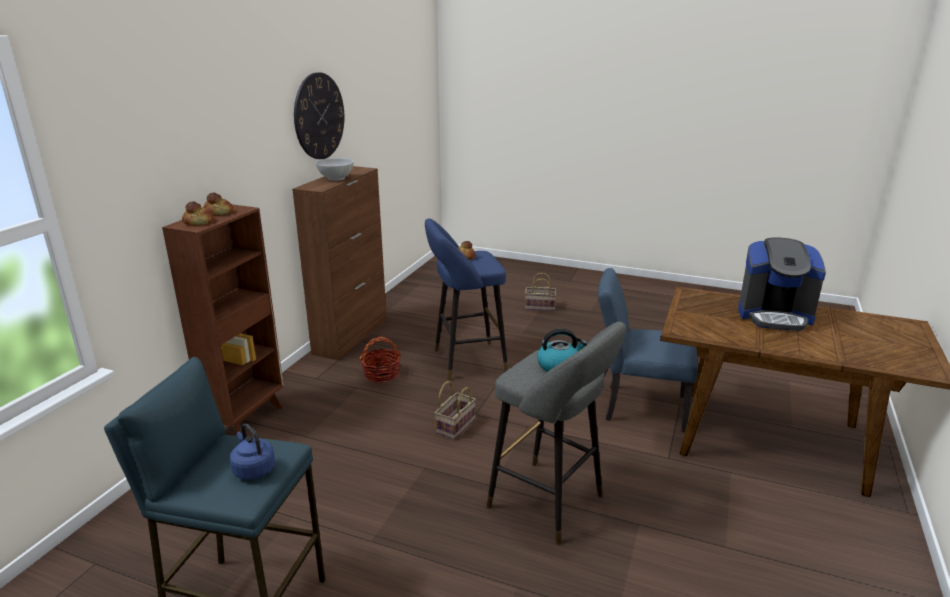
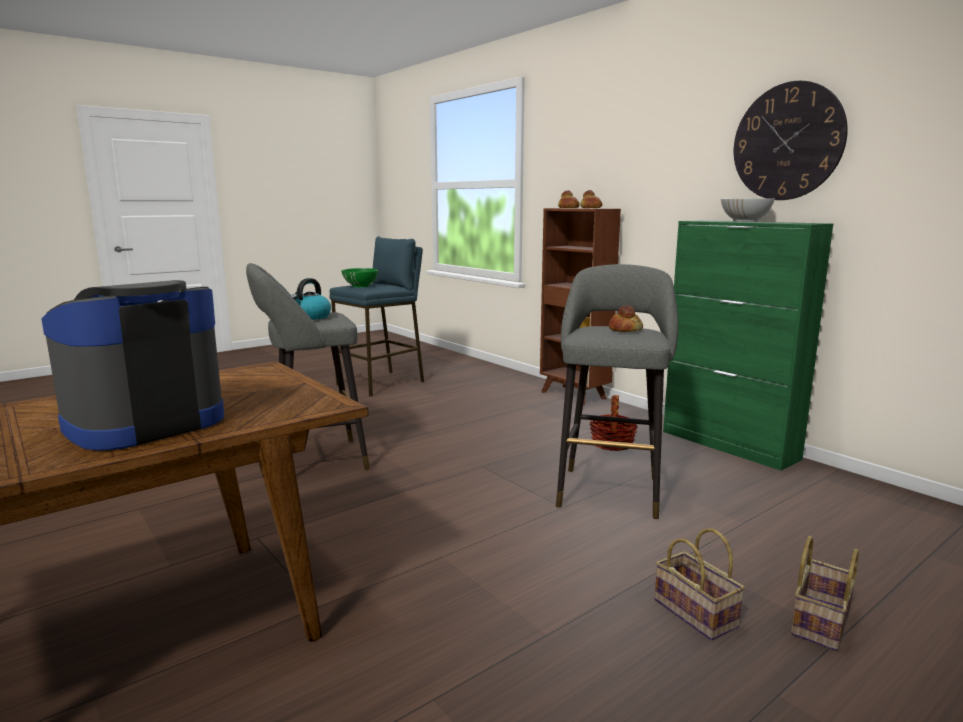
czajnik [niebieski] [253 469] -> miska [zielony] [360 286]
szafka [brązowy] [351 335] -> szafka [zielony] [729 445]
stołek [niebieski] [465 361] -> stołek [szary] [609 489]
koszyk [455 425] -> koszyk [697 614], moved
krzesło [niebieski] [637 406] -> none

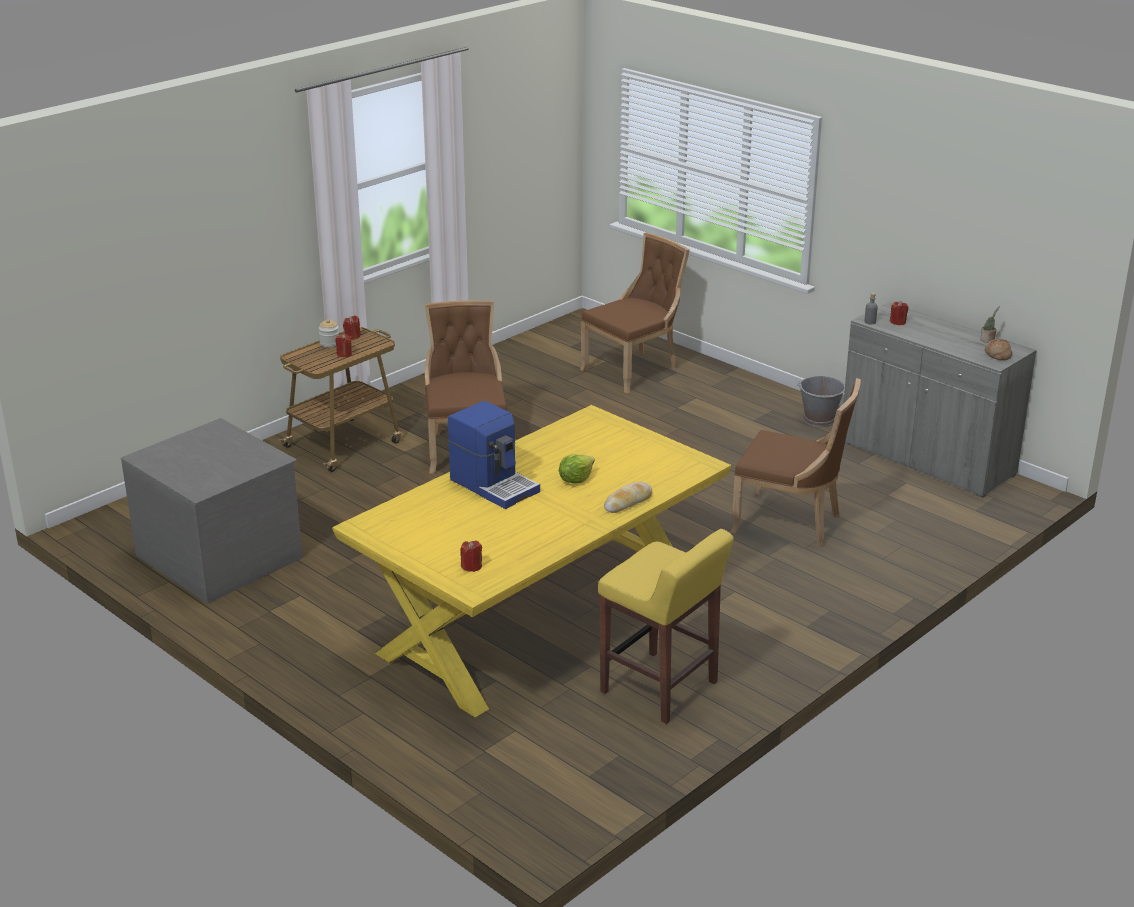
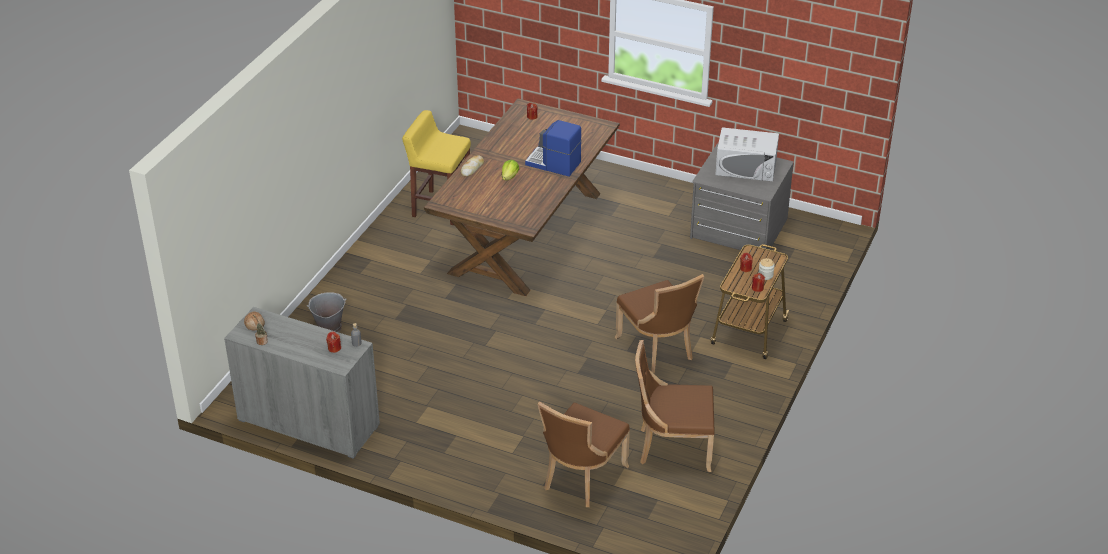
stół jadalny [żółty] [540 616] -> stół jadalny [brązowy] [526 233]
krzesło [brązowy] [791 523] -> krzesło [brązowy] [672 447], moved
wiadro [szary] [819 420] -> wiadro [szary] [329 327], moved
none -> mikrofalówka [biały] [746 167]

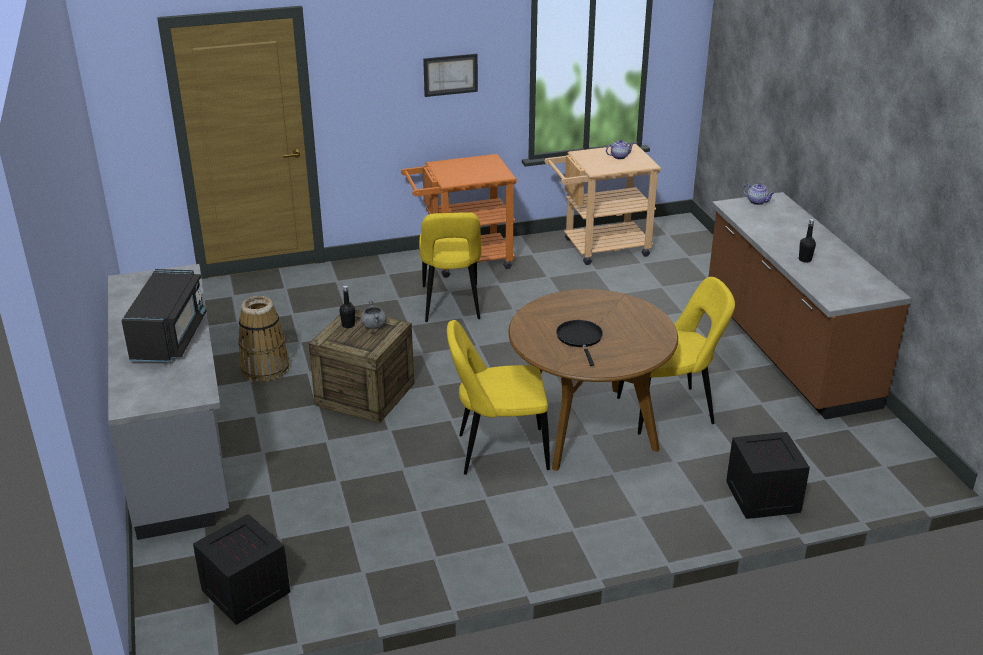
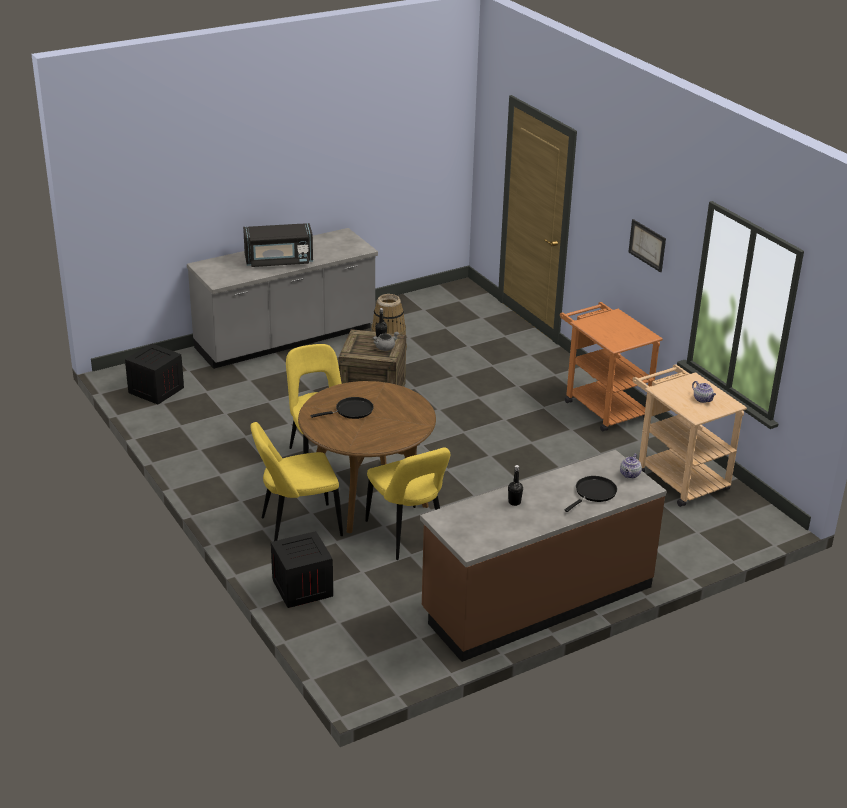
krzesło [żółty] [451 305] -> krzesło [żółty] [297 527], moved
none -> patelnia [czarny] [593 493]

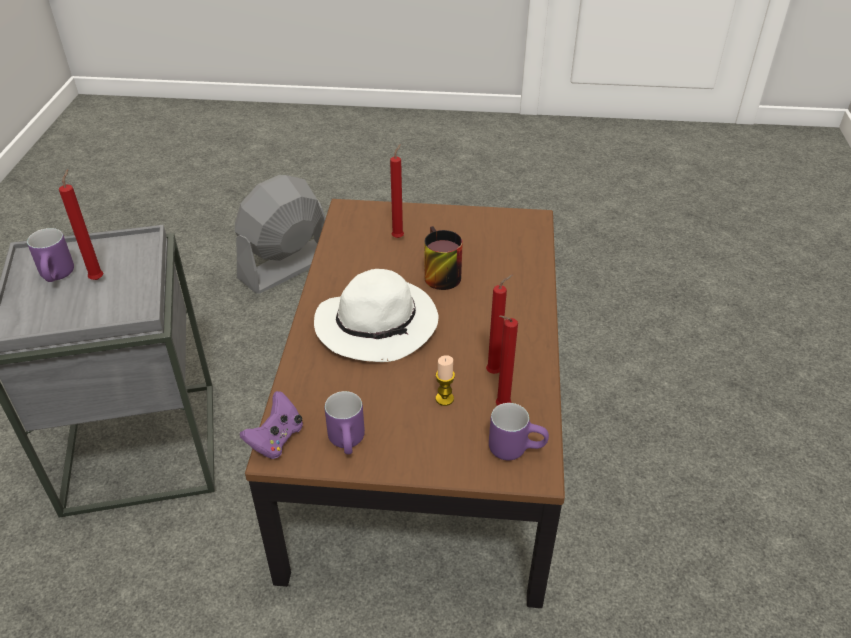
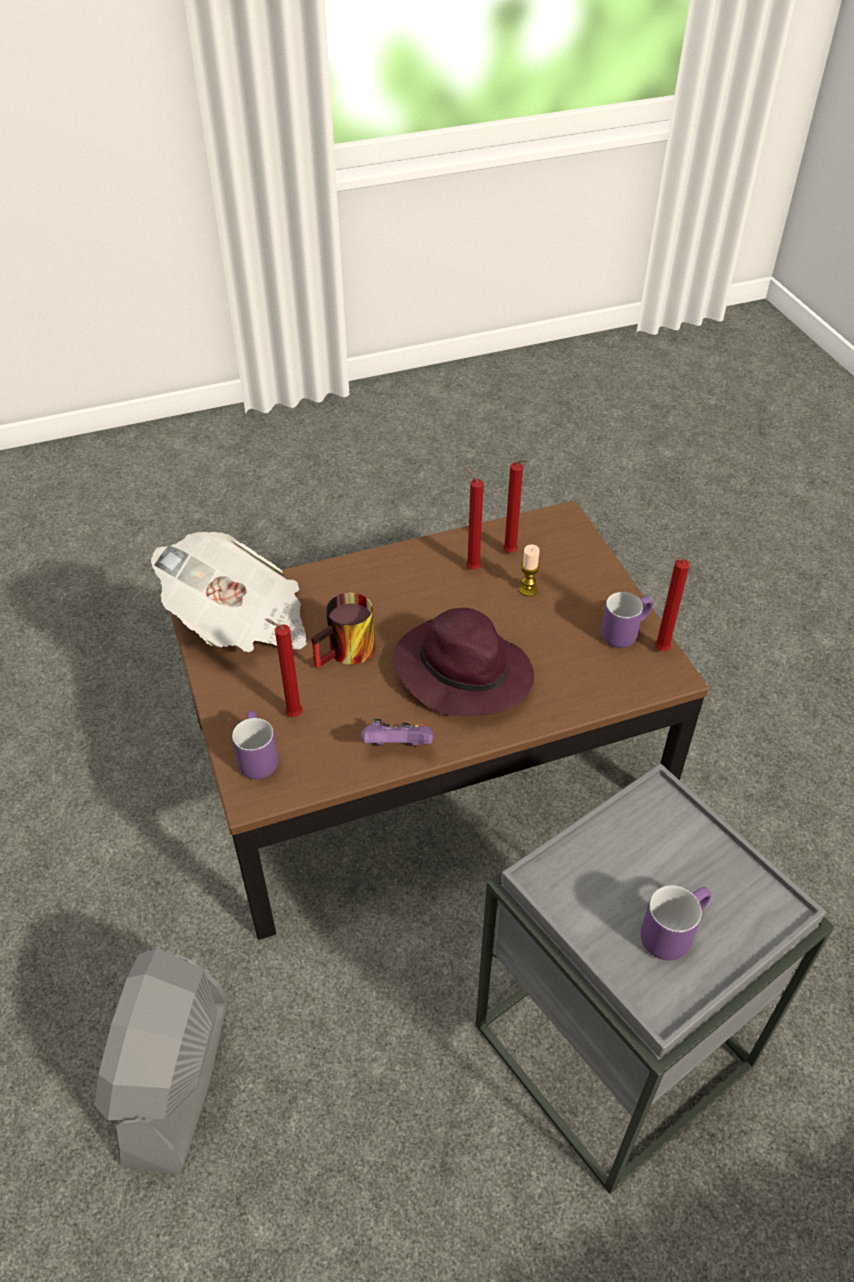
świeca [czerwony] [98 278] -> świeca [czerwony] [659 650], moved
wentylator [szary] [287 266] -> wentylator [szary] [176 1079], 75 degrees clockwise
pad do gier [fioletowy] [276 439] -> pad do gier [fioletowy] [398 747], moved
kapelusz [biały] [379 324] -> kapelusz [fioletowy] [461 671]
kubek [fioletowy] [516 447] -> kubek [fioletowy] [255 758], moved
none -> gazeta [240 623]

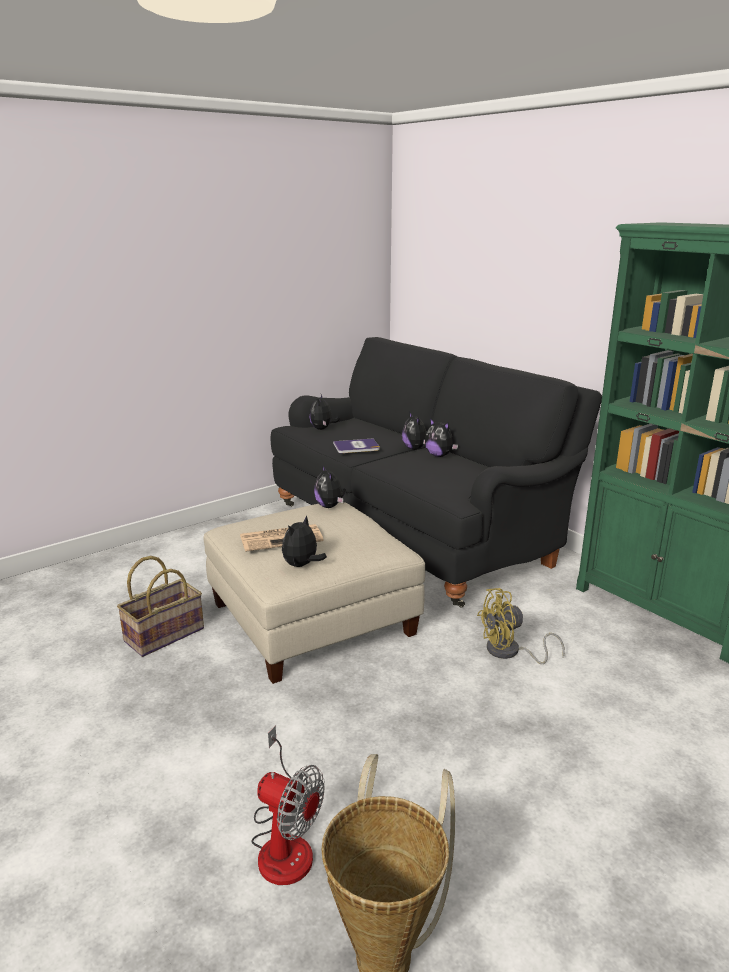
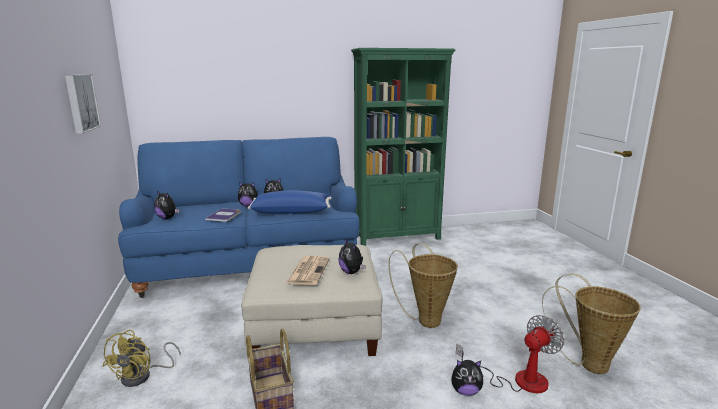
kanapa [czarny] [416 531] -> kanapa [niebieski] [250 265]
pluszak [330 506] -> pluszak [465 391], moved
wentylator [żółty] [510 652] -> wentylator [żółty] [143 376], moved
none -> obraz [80 102]
none -> poduszka [niebieski] [291 211]
none -> koszyk [425 319]

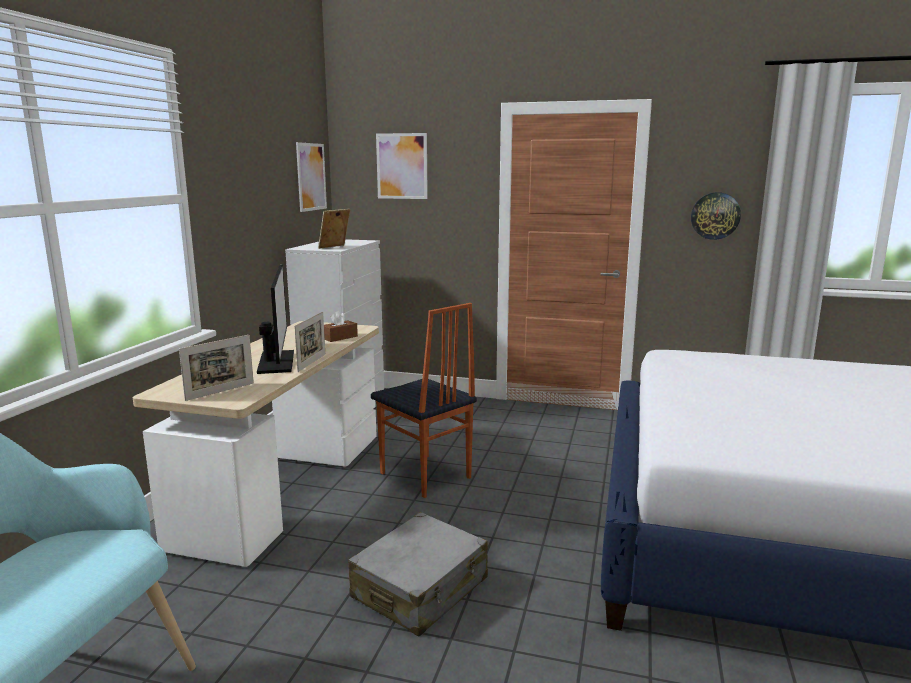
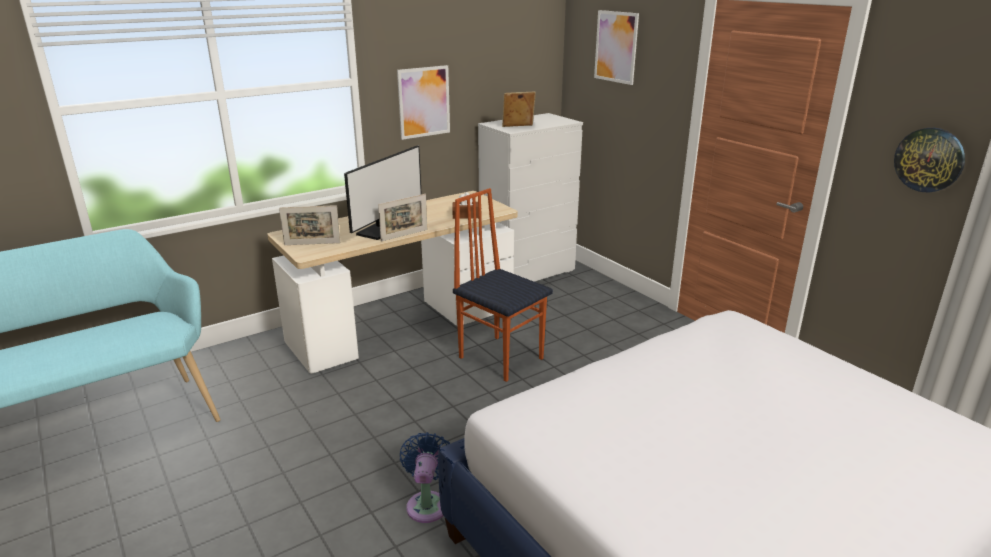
obraz [311 177] -> obraz [424 102], moved
walizka [szary] [420 588] -> none
krzesło [424 476] -> krzesło [501 357], 135 degrees clockwise
none -> wentylator [niebieski] [428 503]

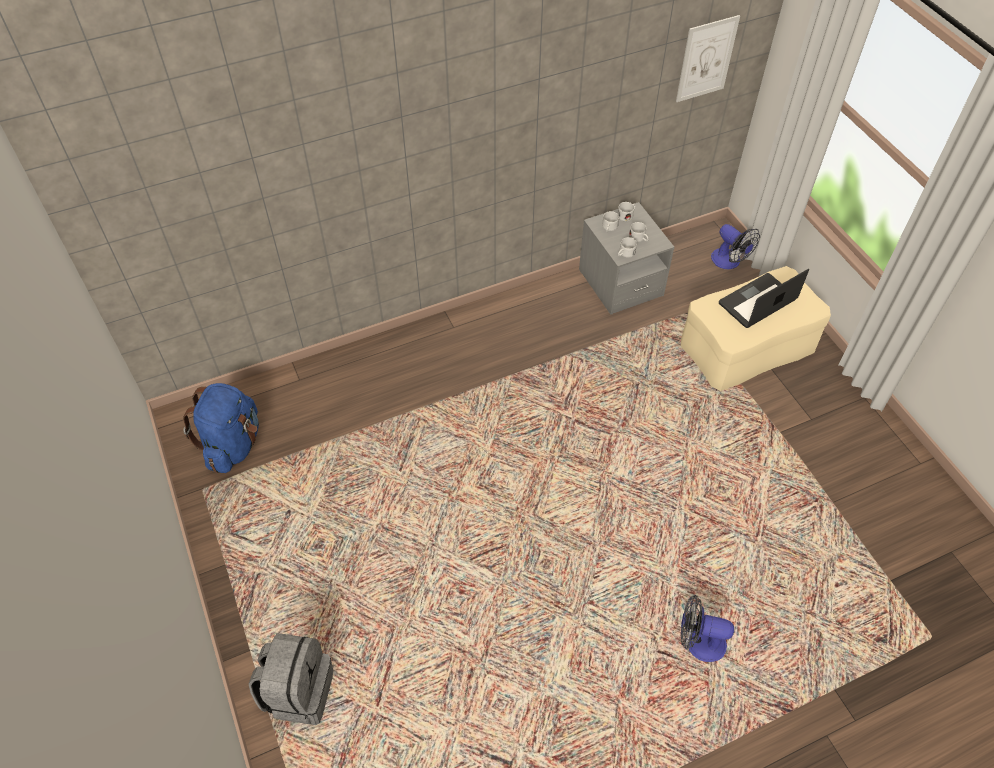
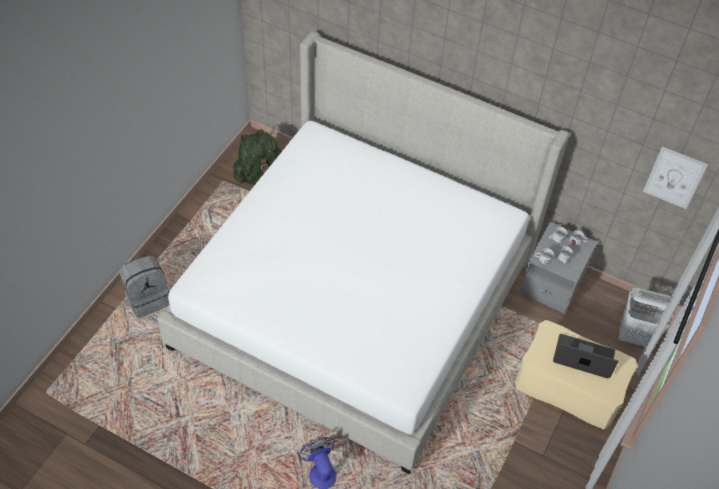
plecak [niebieski] [233 444] -> plecak [zielony] [260 174]
wentylator [729 262] -> kosz na pranie [biały] [636 337]
none -> łóżko [356 298]

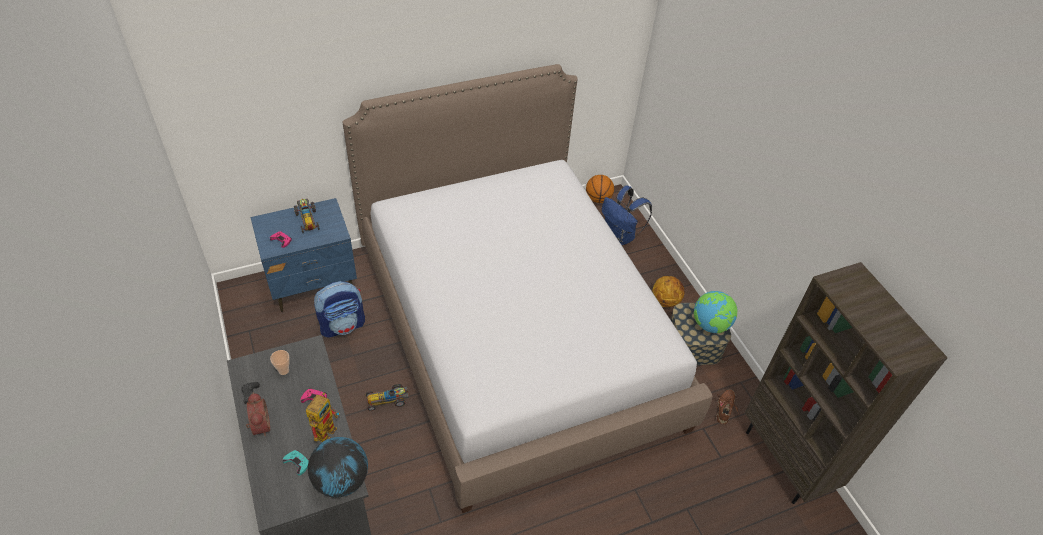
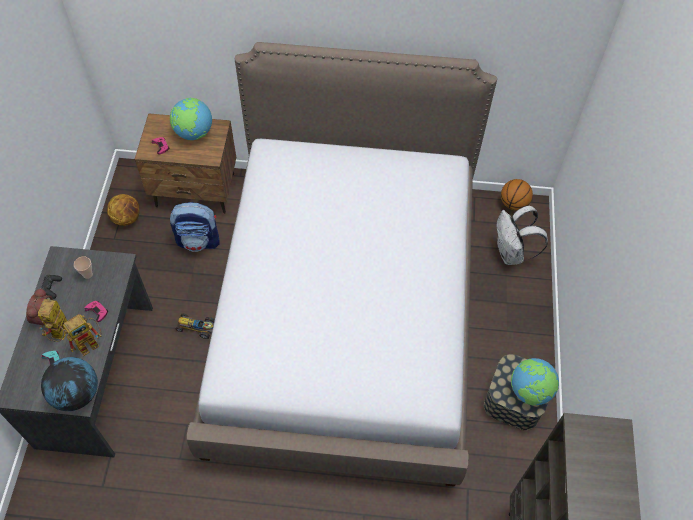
szafka nocna [niebieski] [313 284] -> szafka nocna [brązowy] [196 190]
samochodzik [307 219] -> globus [193 133]
plecak [niebieski] [620 236] -> plecak [biały] [511 254]
piłka do koszykówki [665 300] -> piłka do koszykówki [127 218], moved
but [brązowy] [725 409] -> none
none -> robot zabawkowy [61 335]

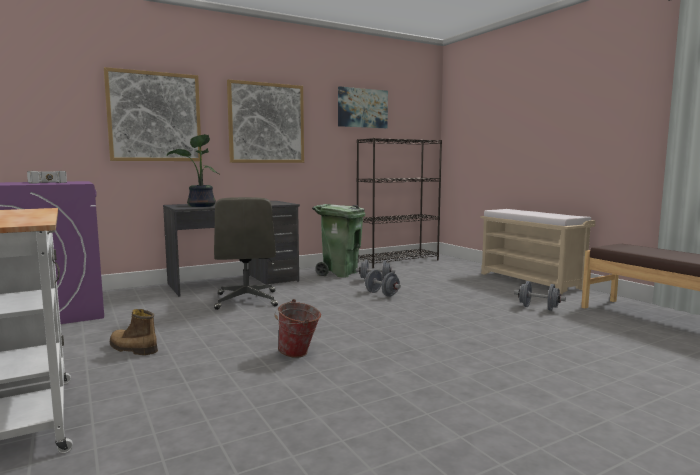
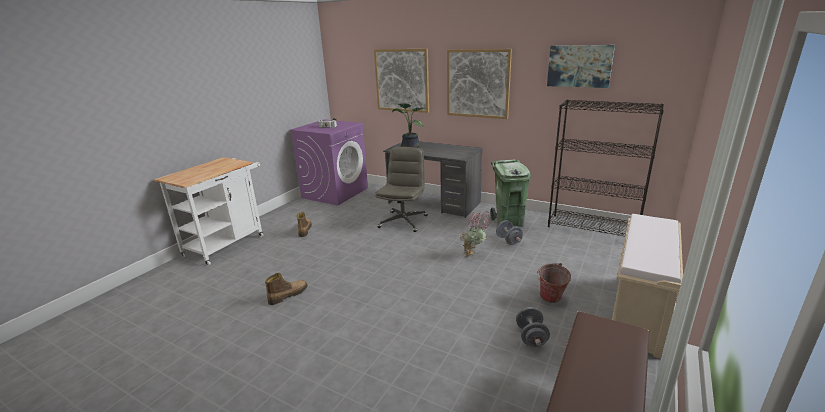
krzesło biurowe [szary] [247 300] -> krzesło biurowe [szary] [403 221], 150 degrees clockwise
wiadro [298 355] -> wiadro [550 300], moved
hantel [szary] [382 294] -> roślina doniczkowa [474 255]
none -> but z cholewką [288 295]

